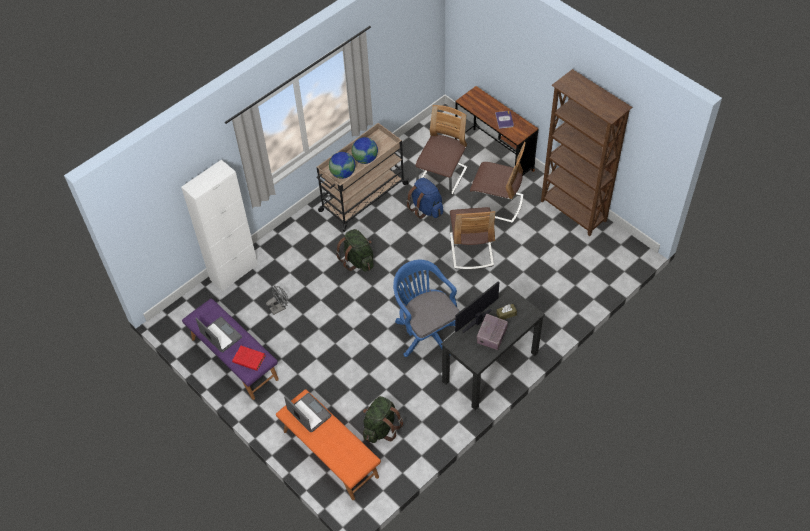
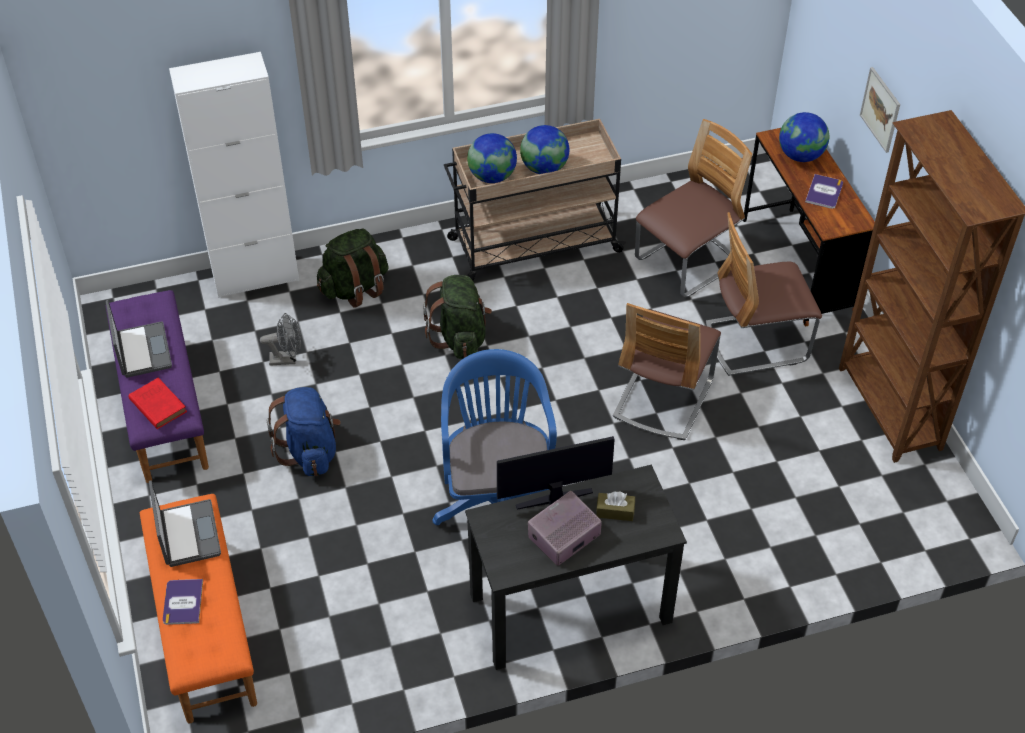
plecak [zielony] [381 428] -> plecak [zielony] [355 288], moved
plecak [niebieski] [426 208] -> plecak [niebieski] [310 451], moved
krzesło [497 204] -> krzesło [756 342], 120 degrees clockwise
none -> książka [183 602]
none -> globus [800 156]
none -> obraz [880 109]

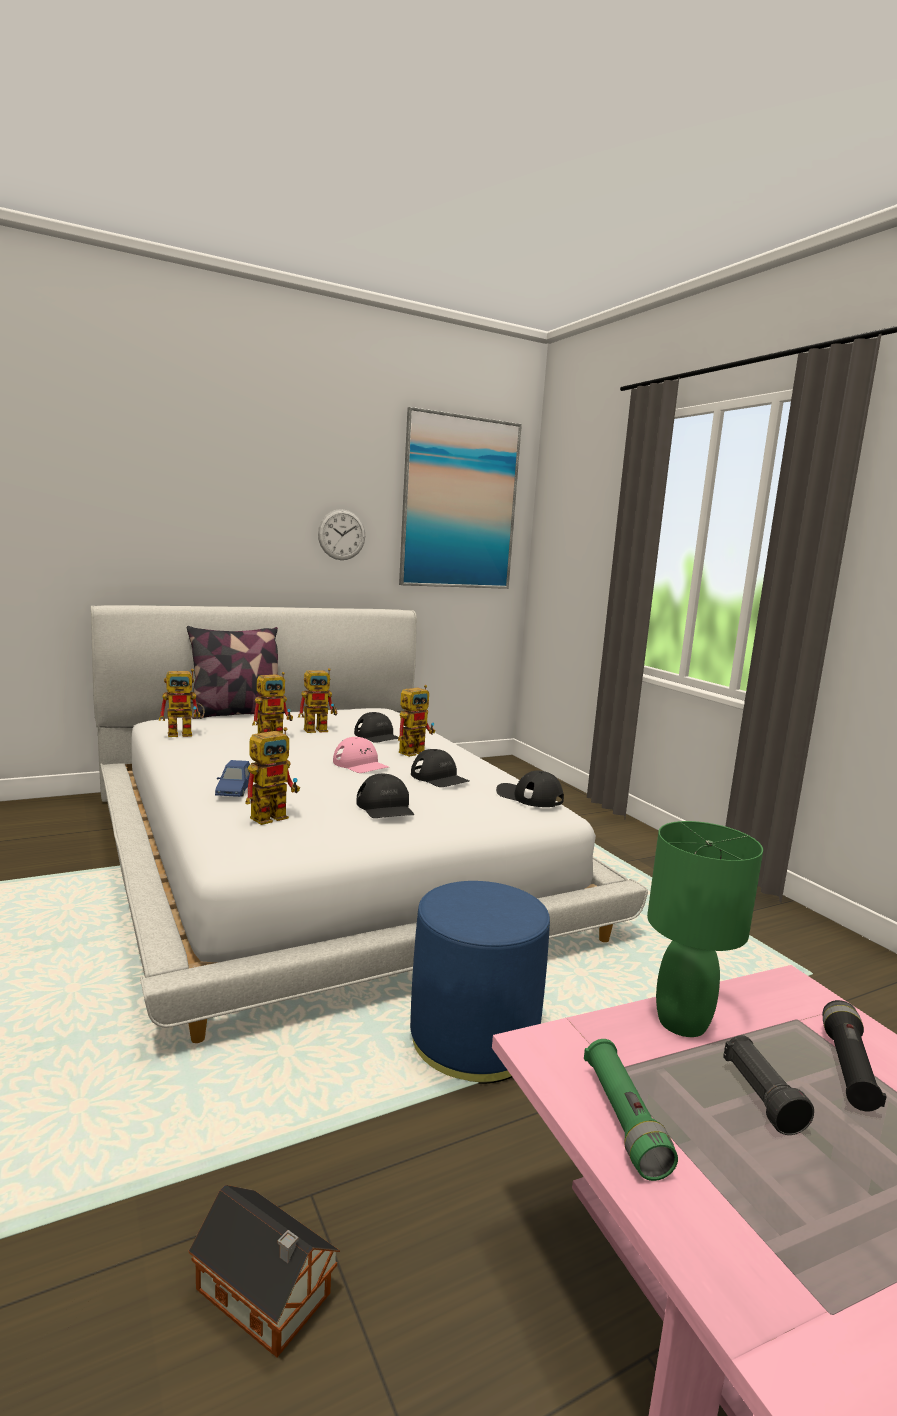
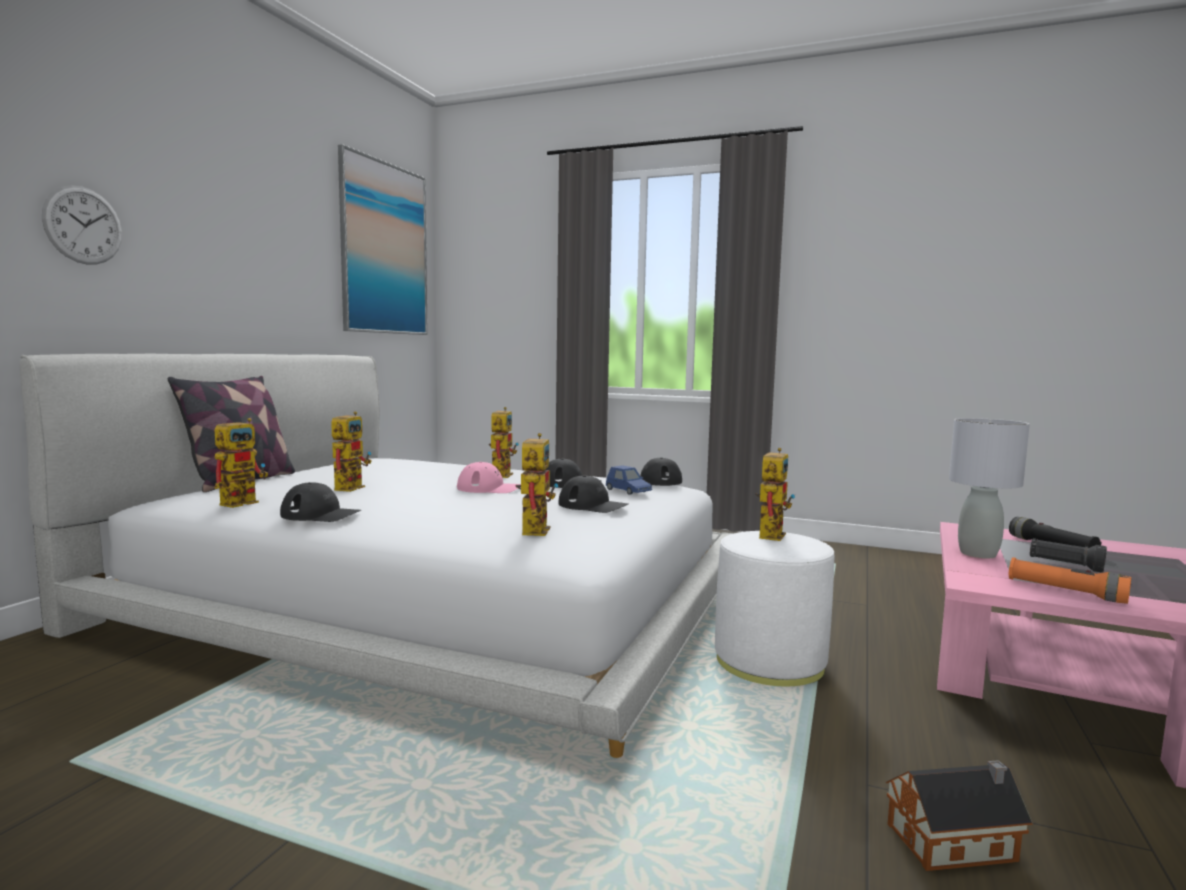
samochodzik [niebieski] [234 791] -> samochodzik [niebieski] [628 491], moved
robot zabawkowy [320 729] -> robot zabawkowy [770 534], moved
zegar ścienny [341 535] -> zegar ścienny [83 225], moved
czapka z daszkiem [czarny] [378 736] -> czapka z daszkiem [czarny] [321 515], moved
pufa [niebieski] [473 1039] -> pufa [biały] [769 663]
latarka [zielony] [624 1120] -> latarka [pomarańczowy] [1066 592]
lampa stołowa [zielony] [682 1022] -> lampa stołowa [szary] [977 553]

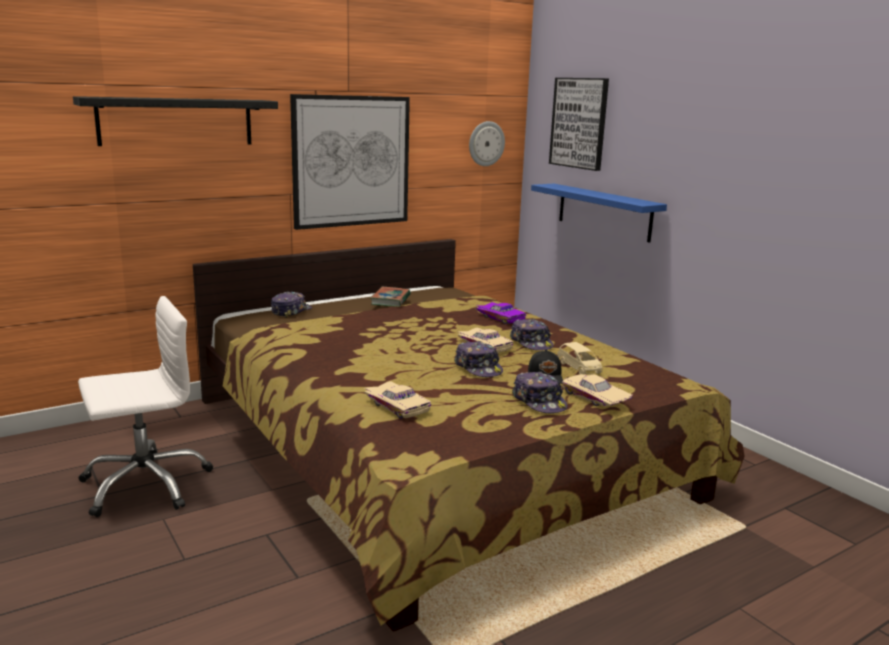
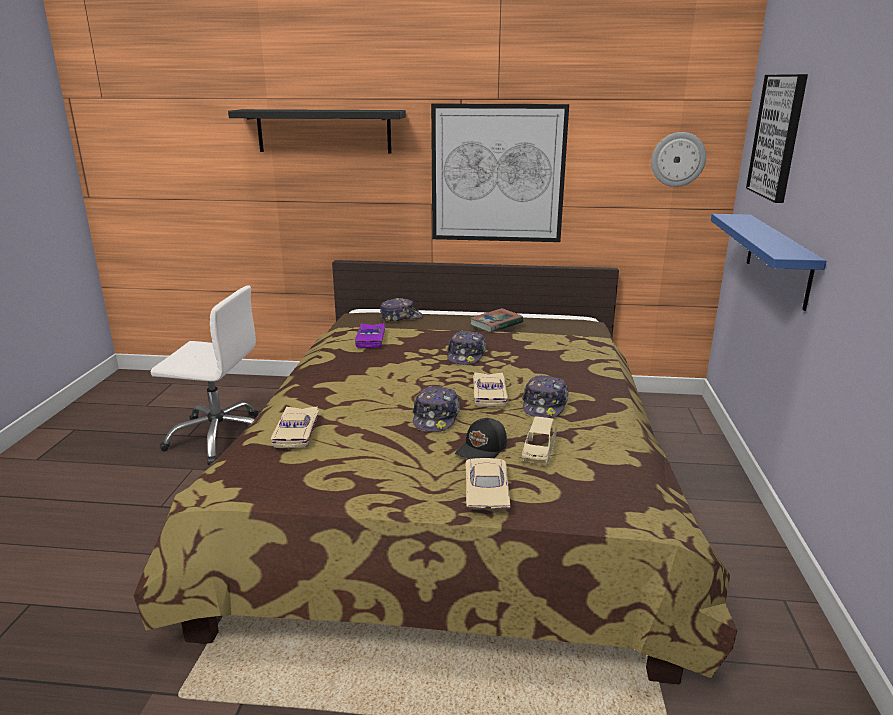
samochodzik [fioletowy] [501 317] -> samochodzik [fioletowy] [372 340], moved
czapka z daszkiem [539 402] -> czapka z daszkiem [466 355], moved

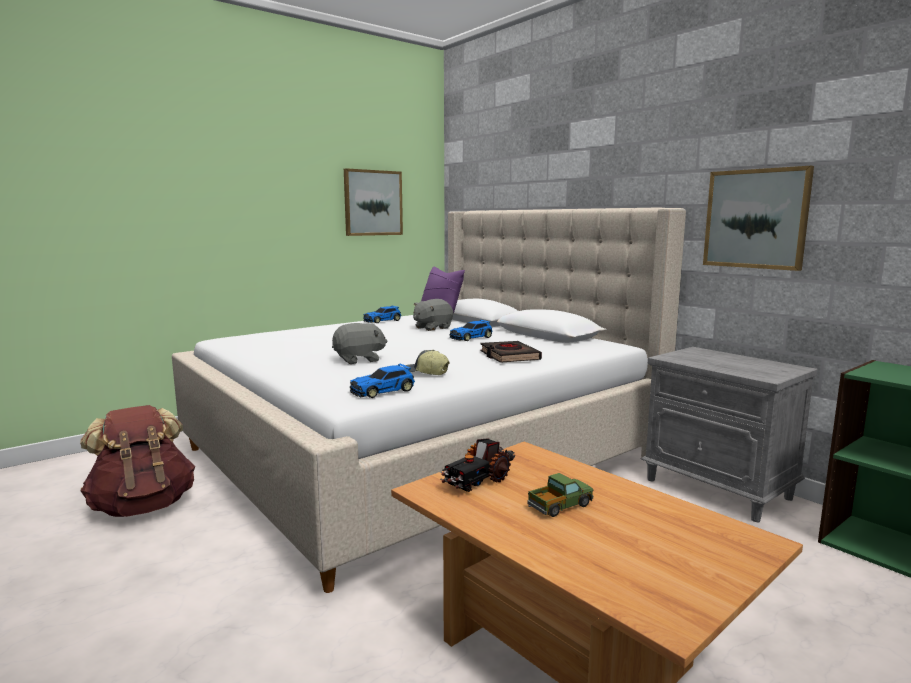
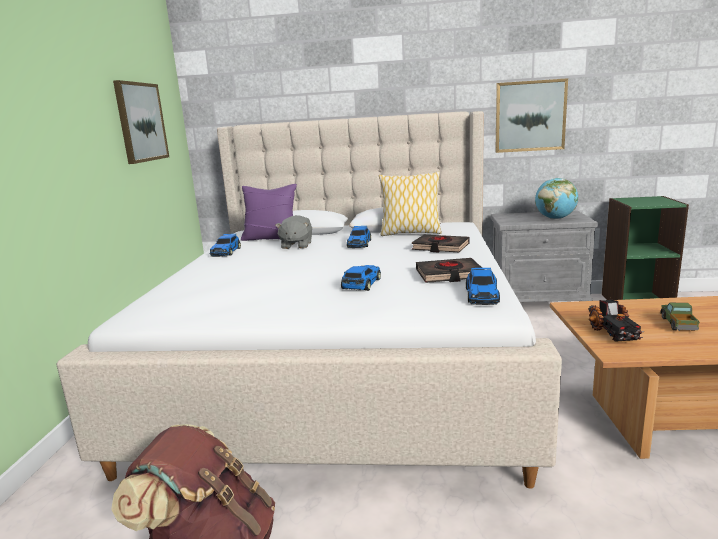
pluszak [szary] [359 360] -> samochodzik [361 284]
czapka z daszkiem [425 373] -> książka [czarny] [449 275]
none -> poduszka [410 233]
none -> globus [555 218]

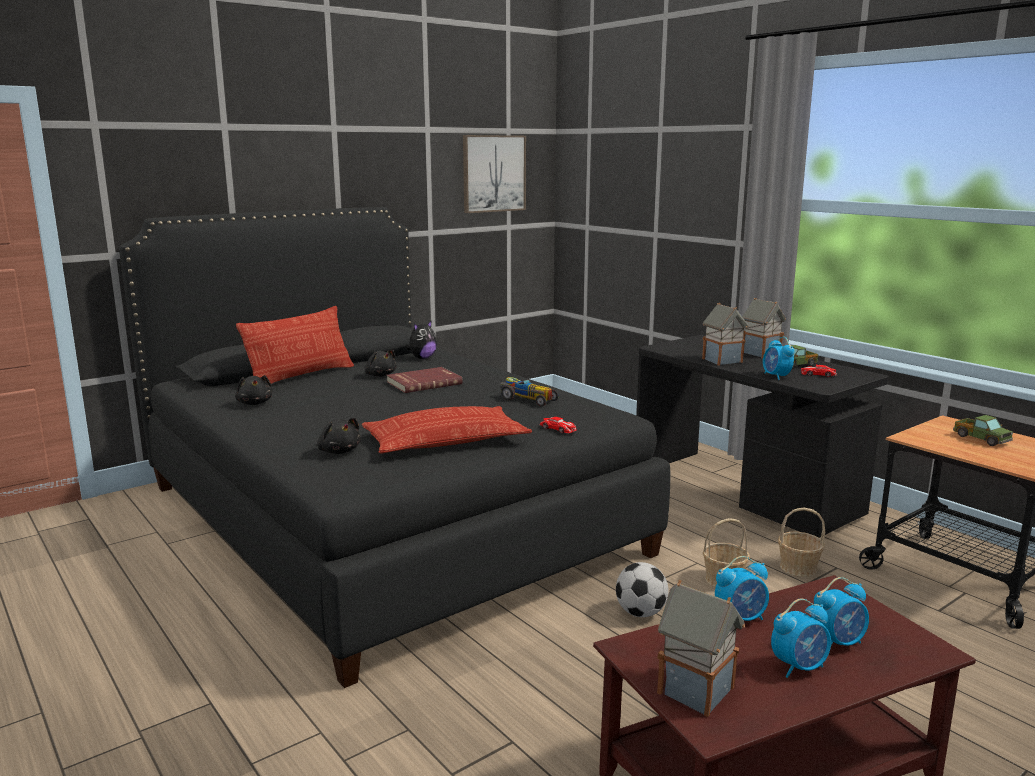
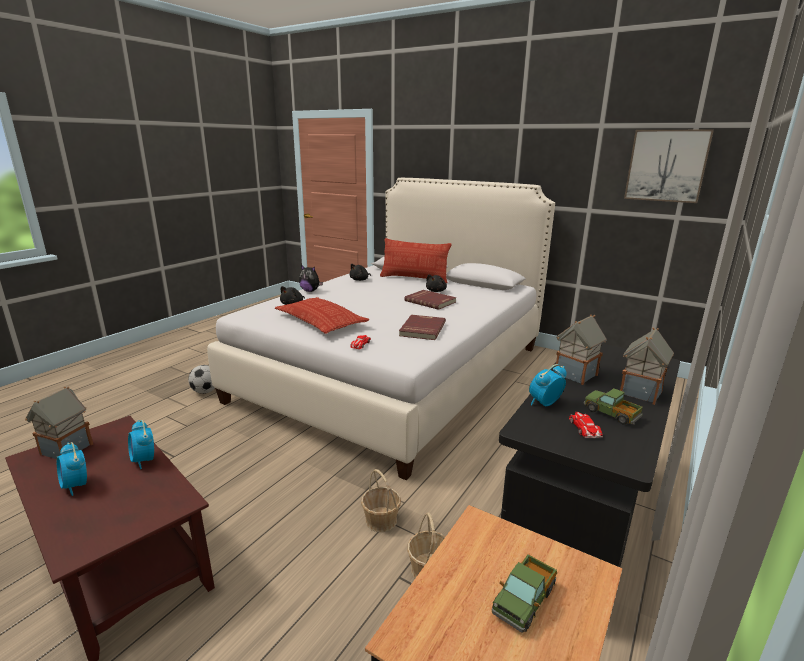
łóżko [czarny] [384 518] -> łóżko [biały] [395 372]
pluszak [422 358] -> pluszak [310 291], moved
samochodzik [527 399] -> książka [czerwony] [421 329]
piłka futbolowa [641 613] -> piłka futbolowa [205 392], moved
budzik [838 643] -> none

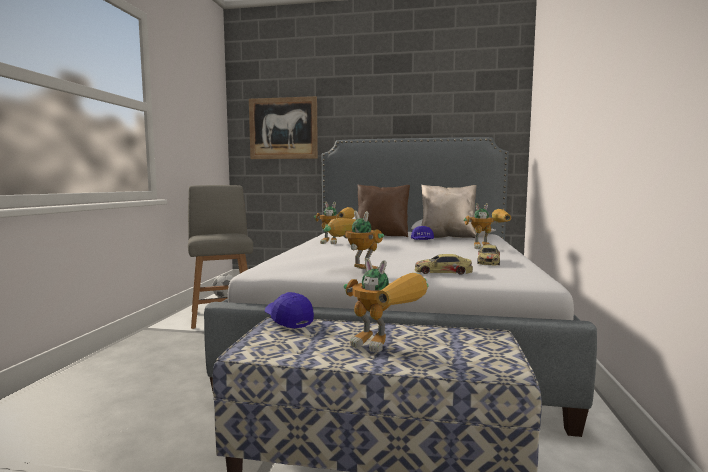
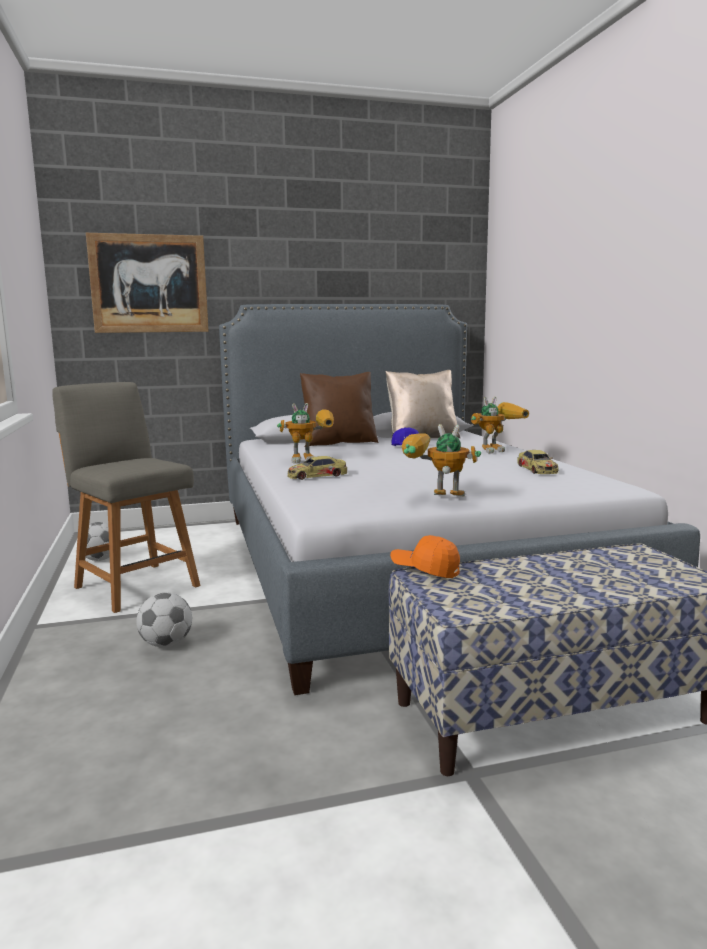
czapka z daszkiem [niebieski] [288 320] -> czapka z daszkiem [pomarańczowy] [425 570]
robot zabawkowy [386 346] -> none
samochodzik [442 271] -> samochodzik [317 475], moved
none -> piłka futbolowa [166 644]

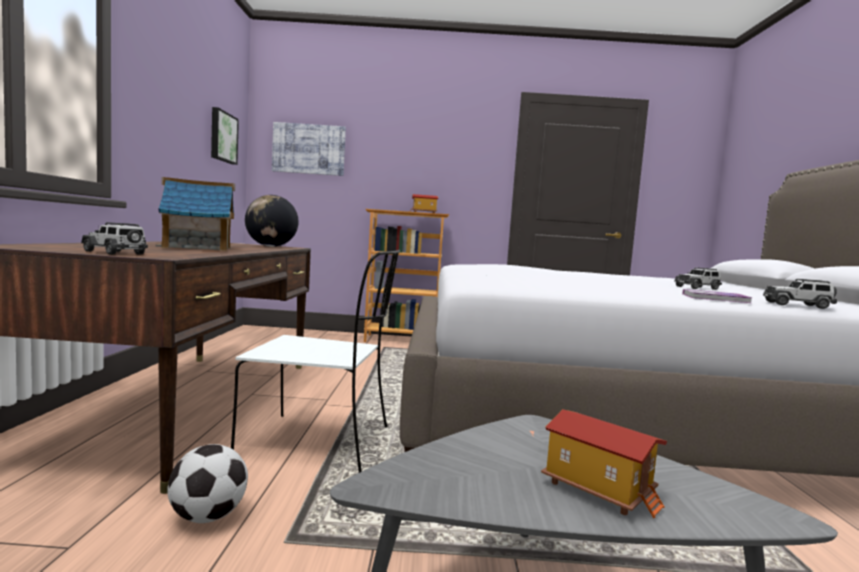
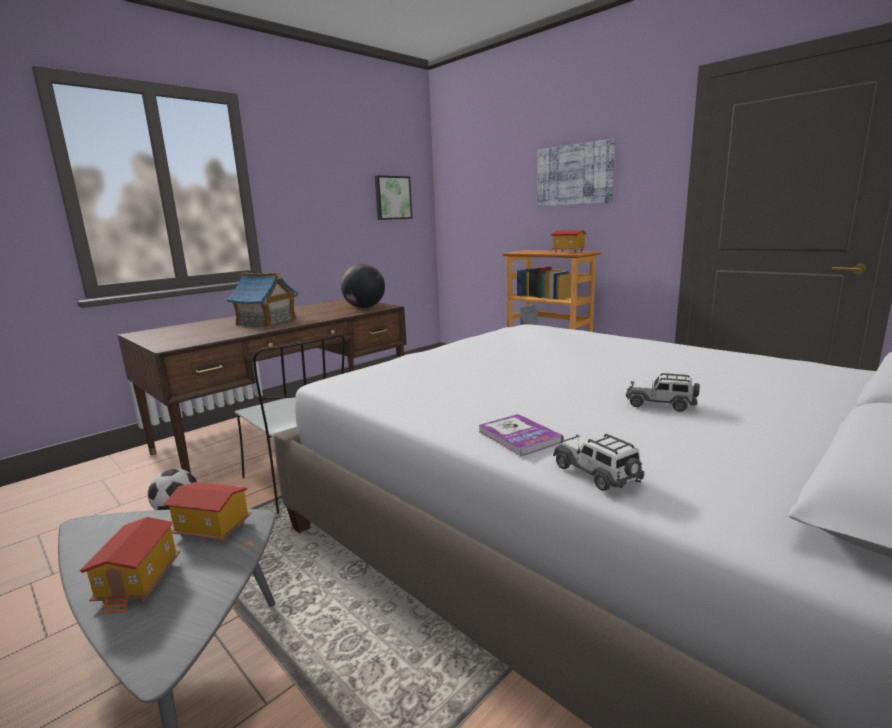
samochodzik [115 253] -> none
obraz [309 149] -> obraz [574 175], moved
none -> domek [211 530]

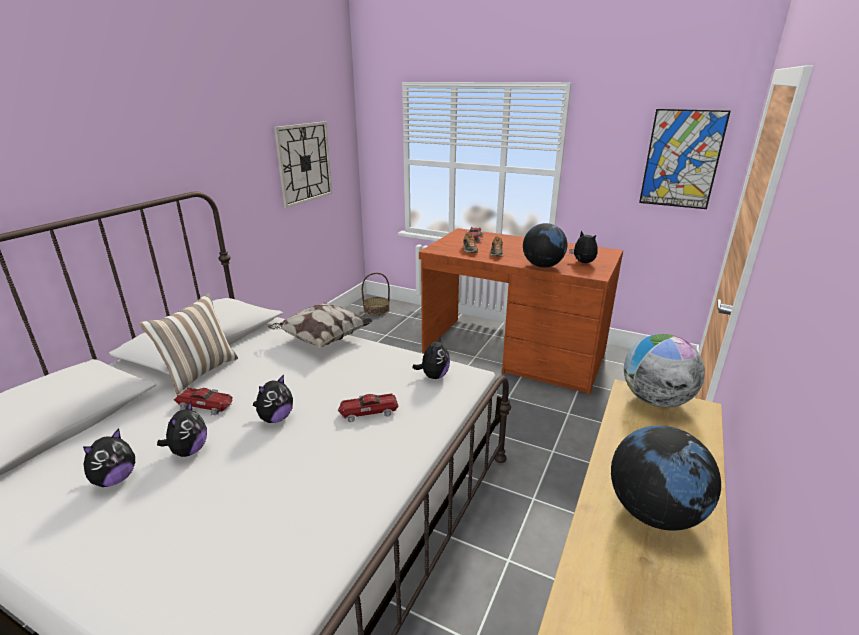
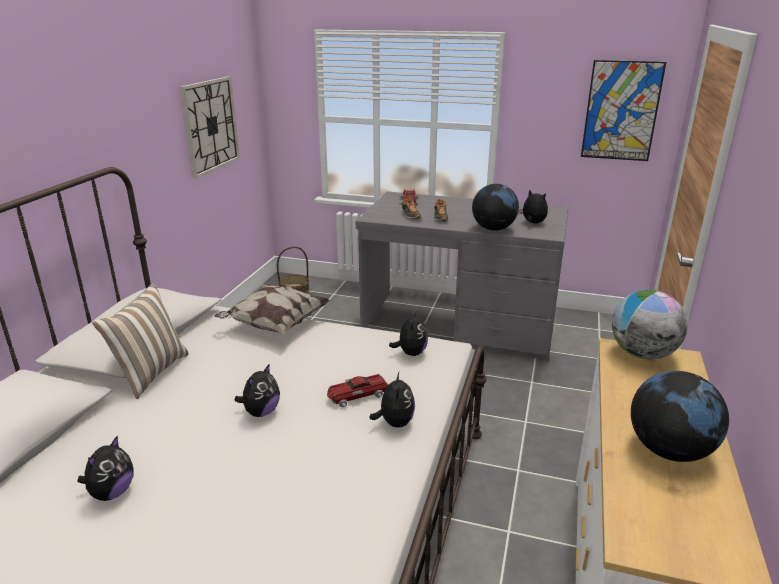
pluszak [189 451] -> pluszak [395 423], moved
samochodzik [206 405] -> none
biurko [brązowy] [513 353] -> biurko [szary] [460 325]

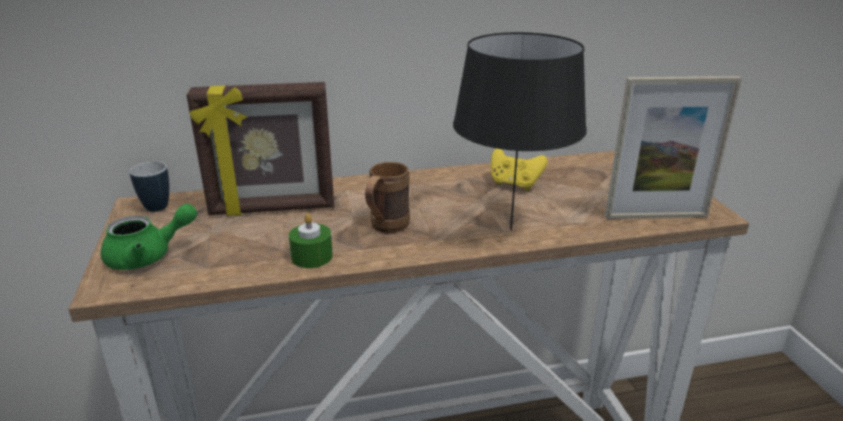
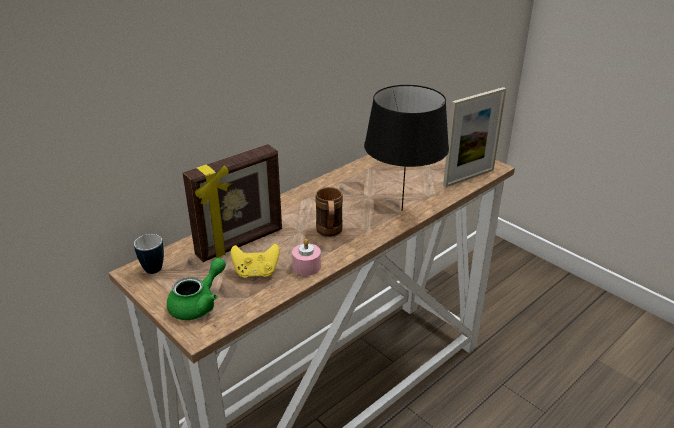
świeca [zielony] [312 256] -> świeca [różowy] [306 266]
pad do gier [żółty] [514 184] -> pad do gier [żółty] [256 272], moved

